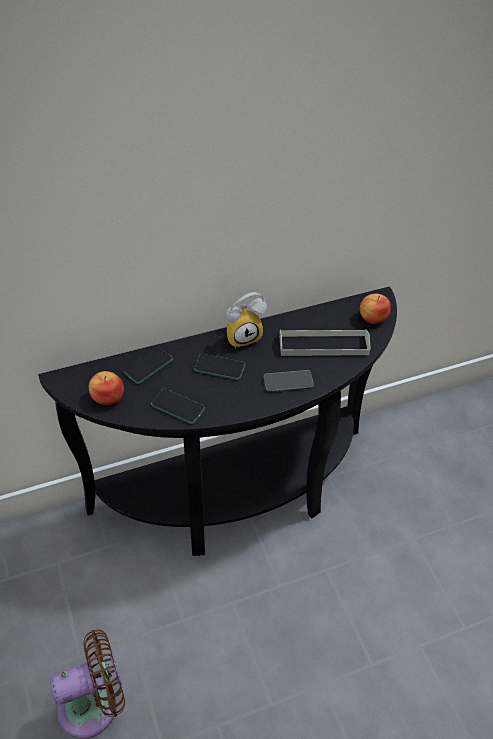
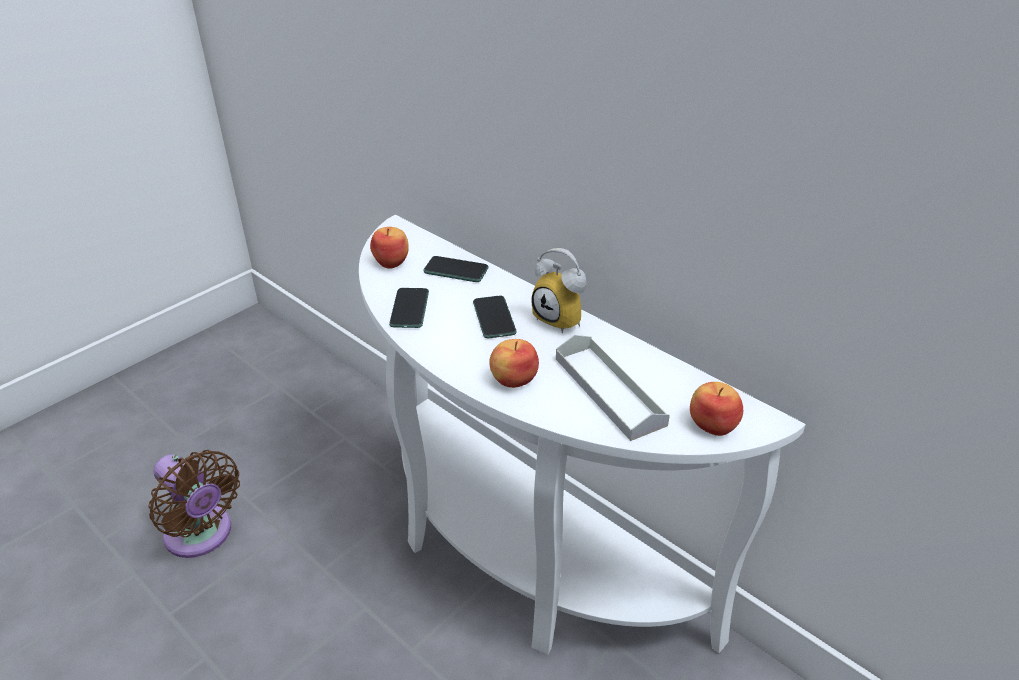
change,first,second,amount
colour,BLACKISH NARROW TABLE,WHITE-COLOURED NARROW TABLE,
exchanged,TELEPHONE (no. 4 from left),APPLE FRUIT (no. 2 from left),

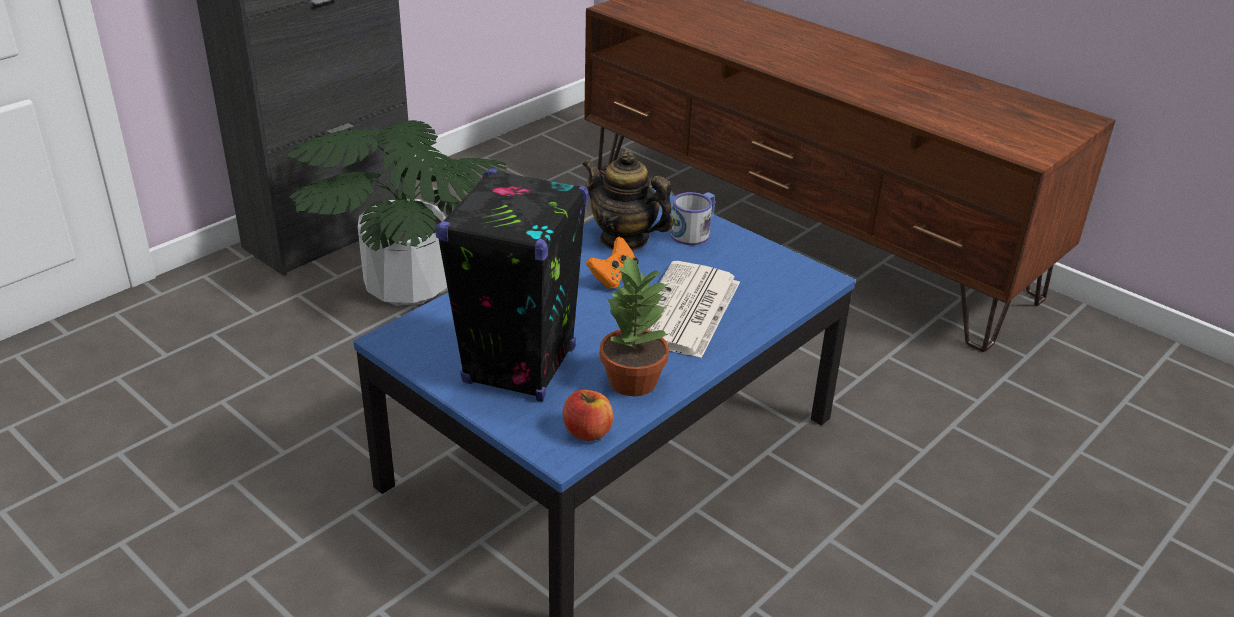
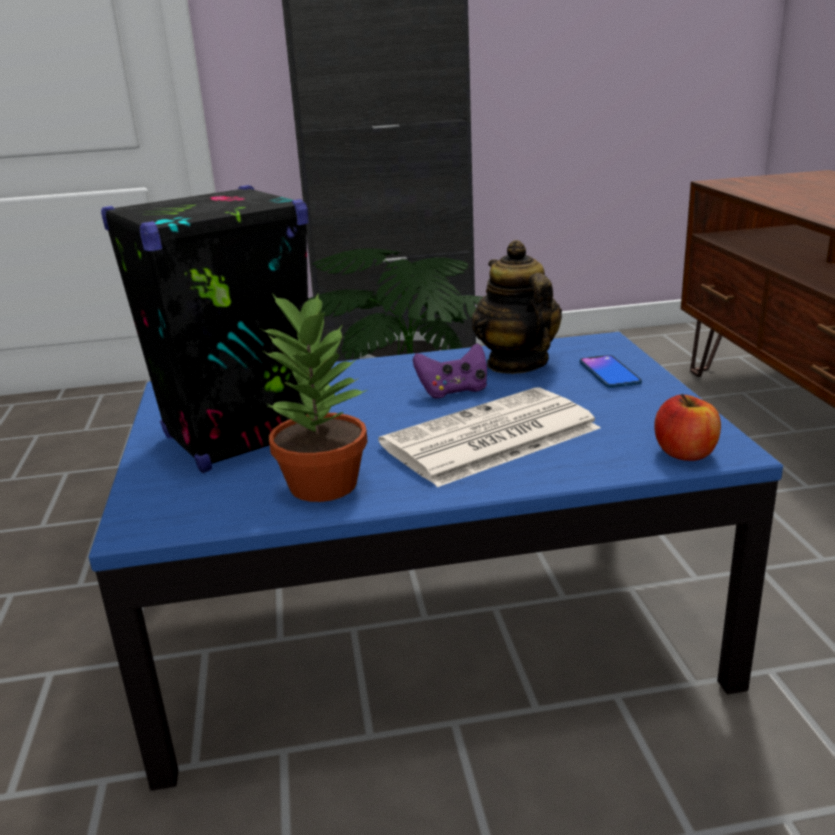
change,first,second,amount
relocated,APPLE FRUIT,,
colour,ORANGE GAME CONTROLLER,PURPLE-COLOURED GAME CONTROLLER,
exchanged,TEA MUG,TELEPHONE,

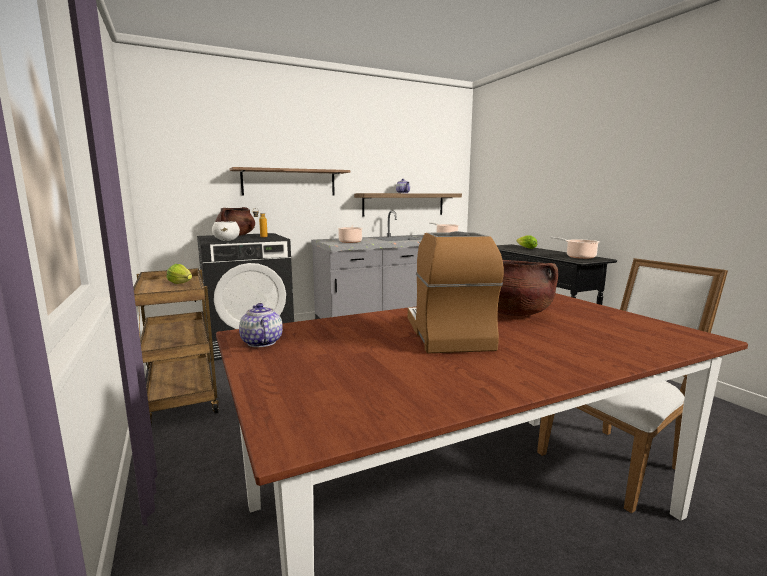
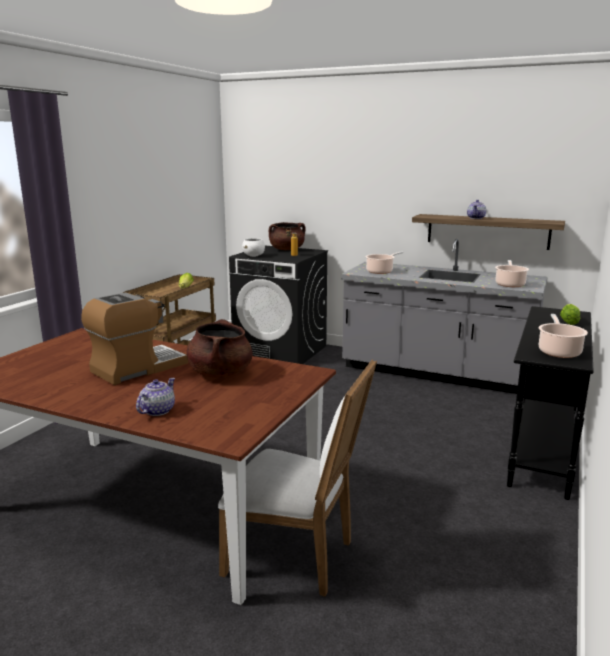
change,first,second,amount
missing,WALL SHELF (no. 1 from left),,
relocated,TEA POT (no. 1 from left),,

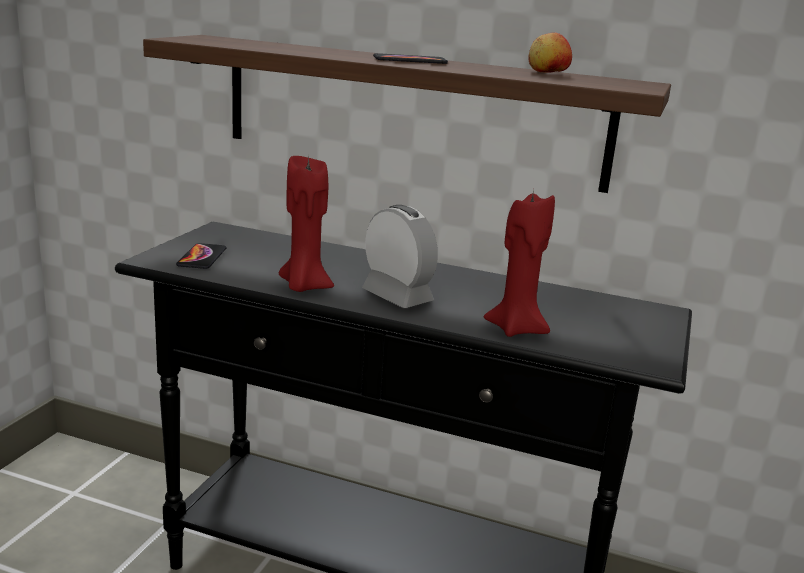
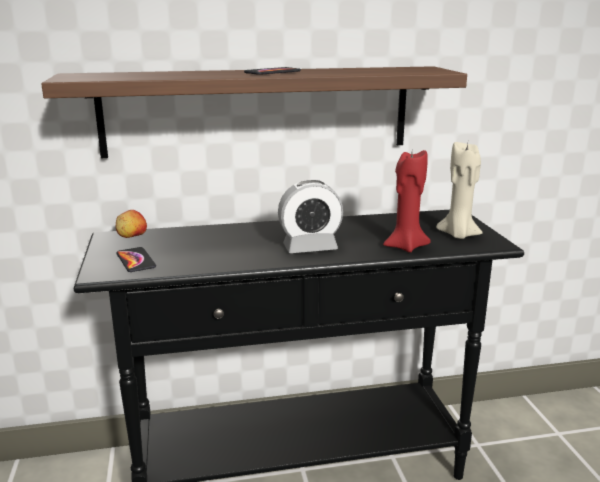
change,first,second,amount
missing,RED CANDLE (no. 1 from left),,
spun,TABLE CLOCK,,150 degrees clockwise
relocated,APPLE FRUIT,,
appeared,,SAND-COLOURED CANDLE,

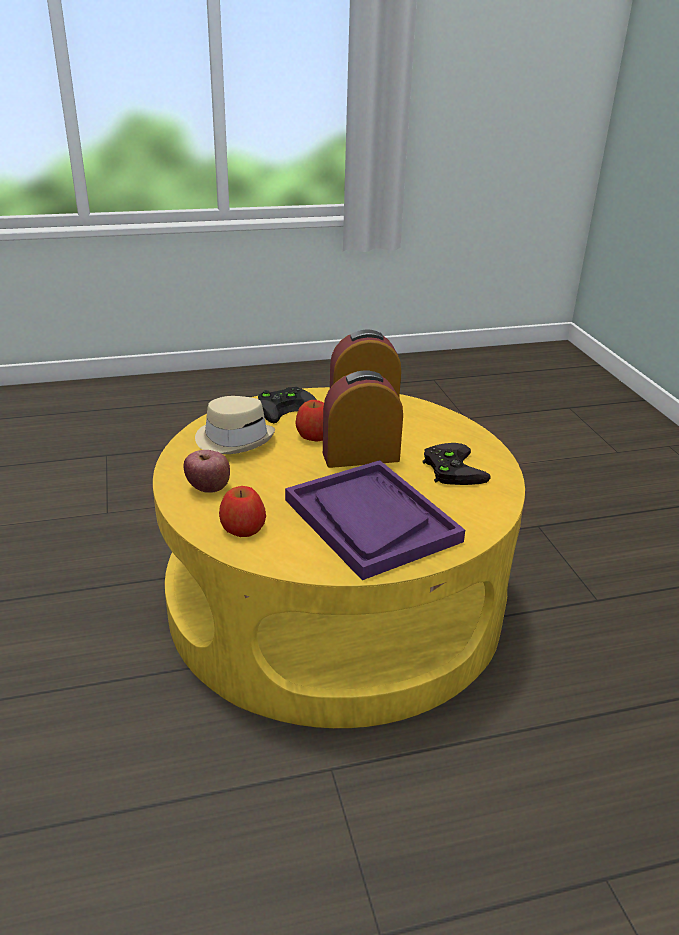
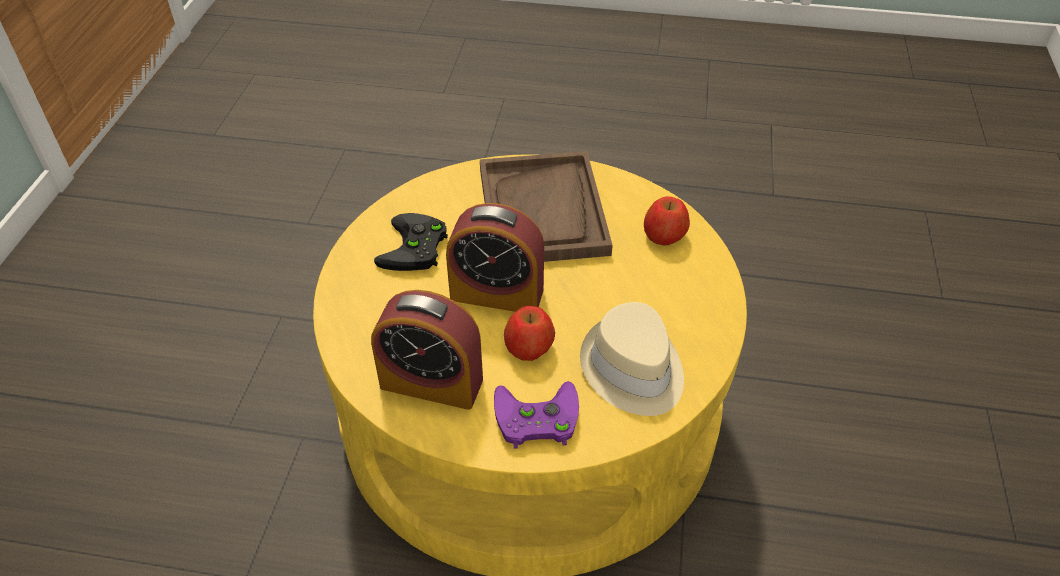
change,first,second,amount
missing,APPLE FRUIT (no. 1 from left),,
colour,BLACKISH GAME CONTROLLER (no. 1 from left),PURPLE-COLOURED GAME CONTROLLER,
colour,PURPLE-COLOURED SERVING TRAY,BROWNISH SERVING TRAY,

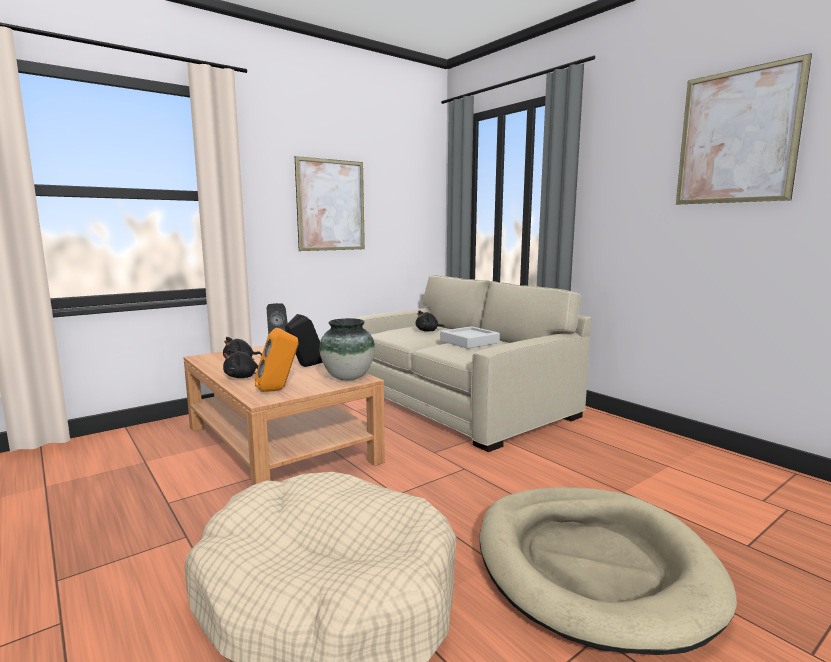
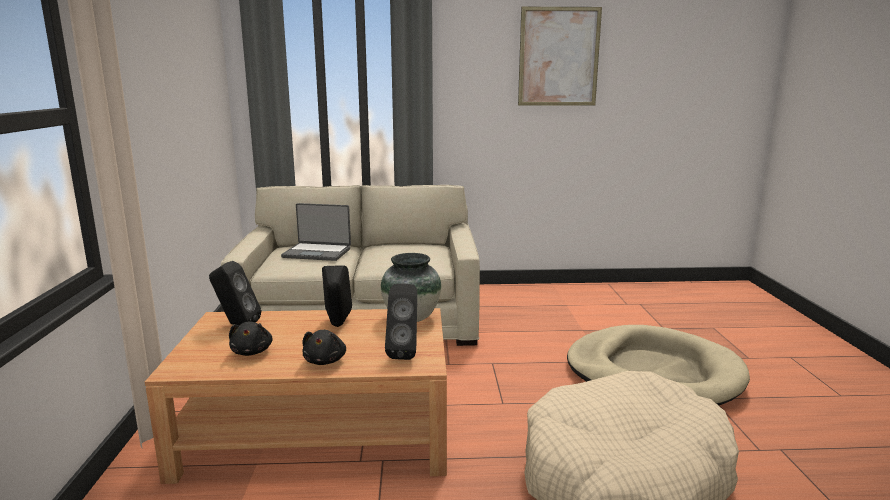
change,first,second,amount
colour,ORANGE SPEAKER,BLACKISH SPEAKER (no. 3 from left),
missing,WALL PICTURE (no. 1 from left),,
exchanged,BLACKISH CUDDLY TOY (no. 3 from left),LAPTOP,
missing,GREYISH SERVING TRAY,,

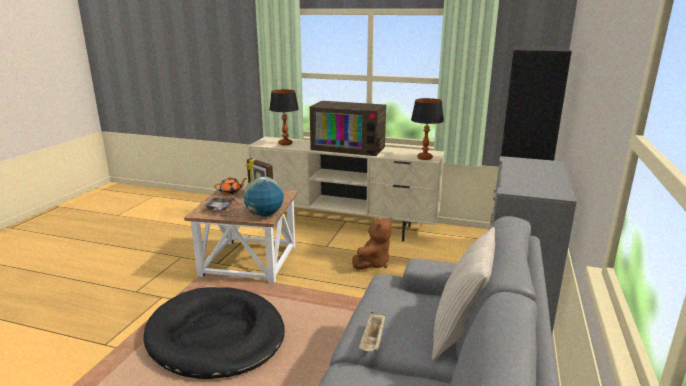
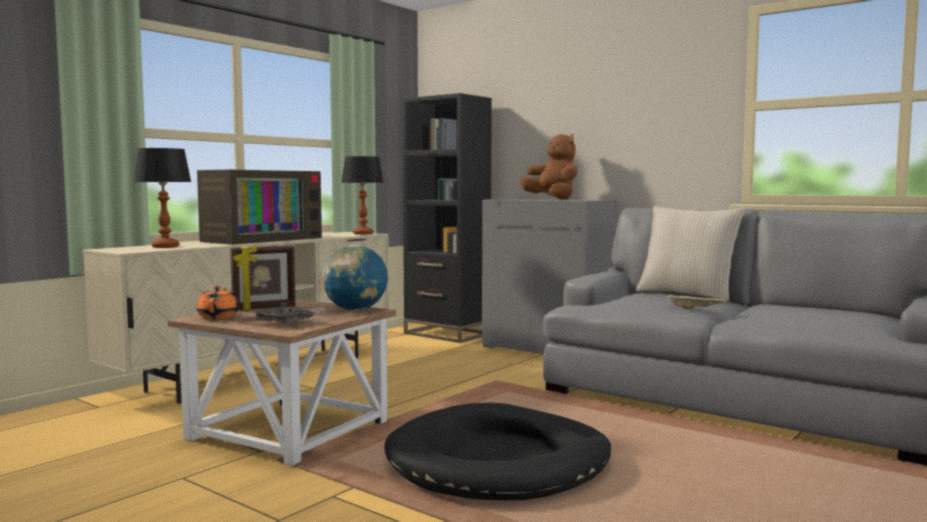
change,first,second,amount
relocated,BROWNISH CUDDLY TOY,,

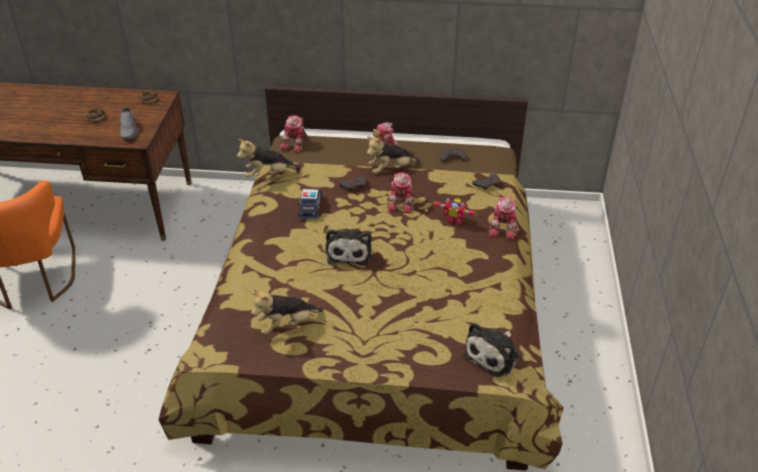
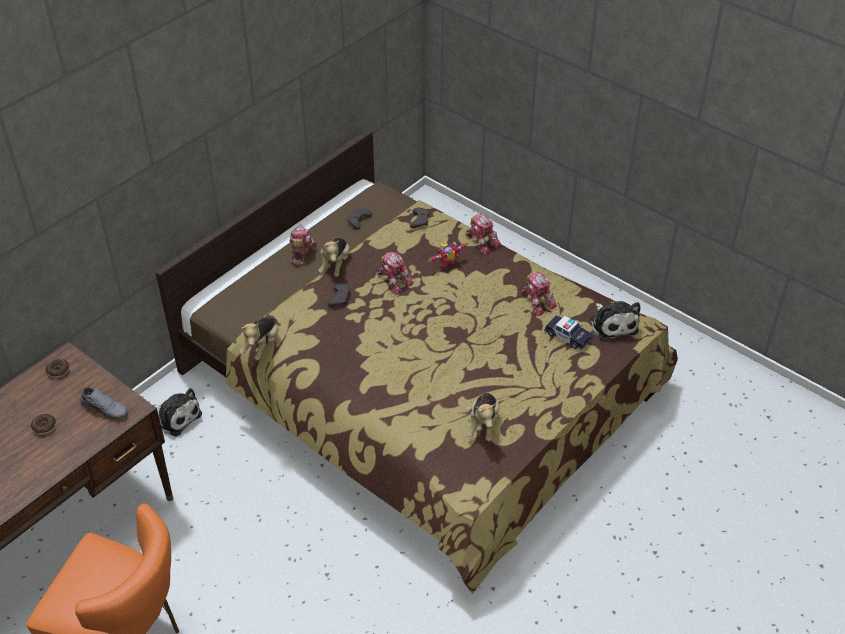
change,first,second,amount
relocated,ROBOT FIGURE (no. 1 from left in the first image),ROBOT FIGURE (no. 5 from left),
relocated,TOY CAR,,
relocated,CUDDLY TOY (no. 3 from left in the first image),CUDDLY TOY (no. 1 from left),

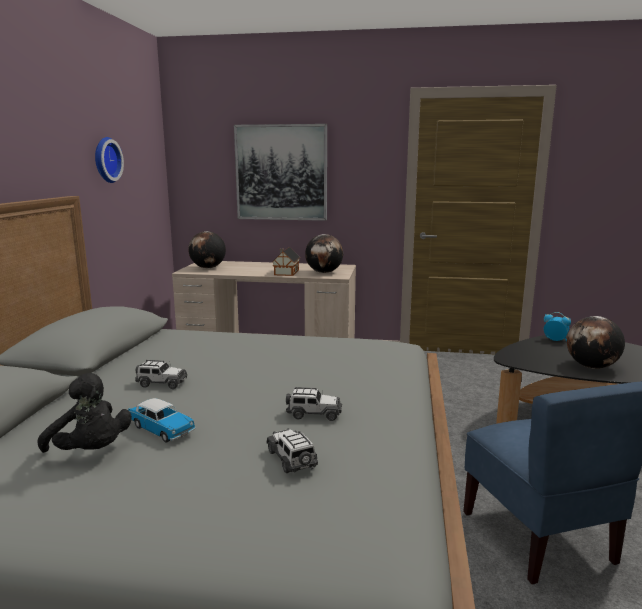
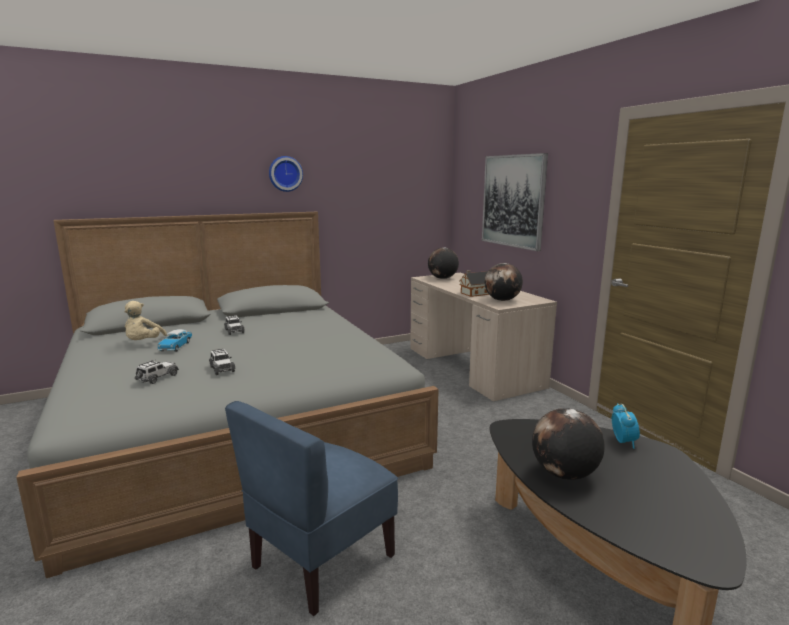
change,first,second,amount
colour,BLACKISH CUDDLY TOY,SAND-COLOURED CUDDLY TOY,
relocated,CLOCK ON THE WALL,,

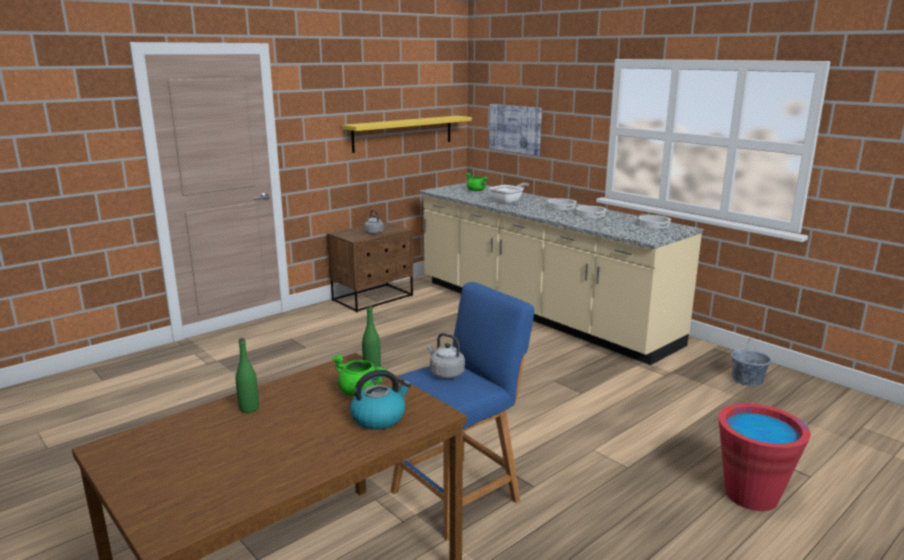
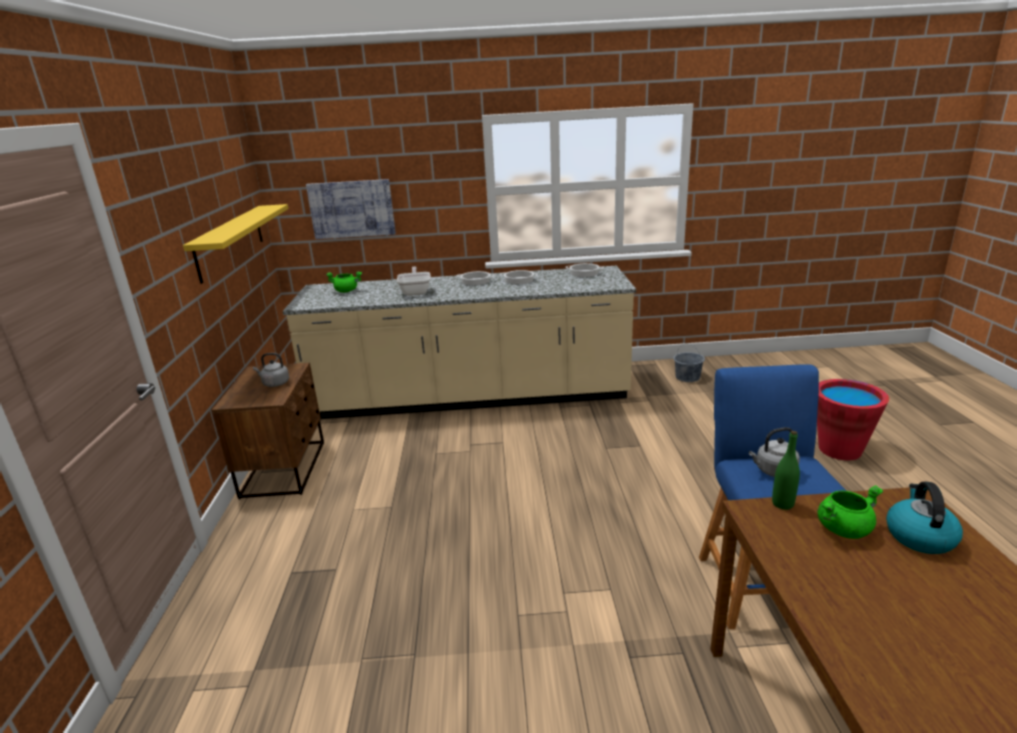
change,first,second,amount
missing,GREENISH BEVERAGE BOTTLE (no. 1 from left),,

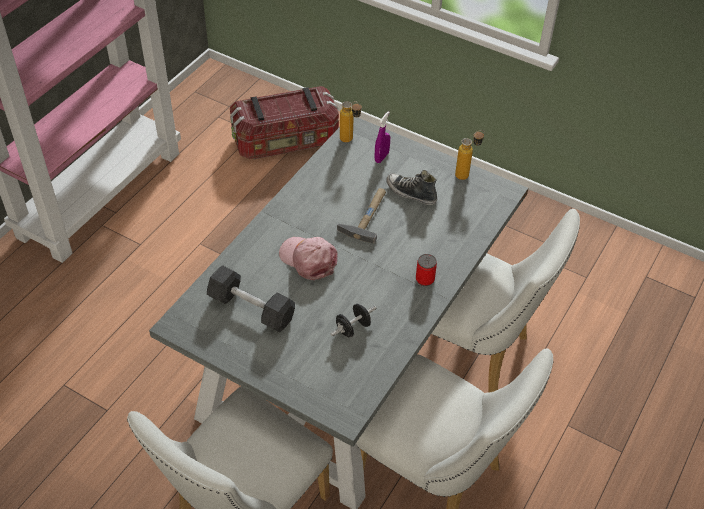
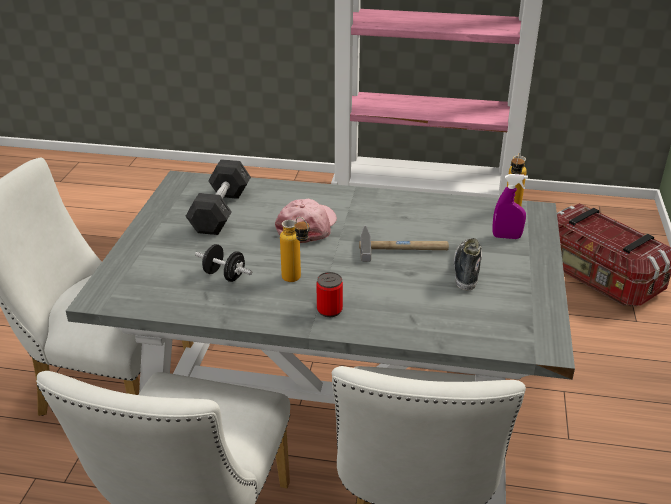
change,first,second,amount
relocated,BEVERAGE BOTTLE (no. 2 from left in the first image),BEVERAGE BOTTLE (no. 1 from left),

